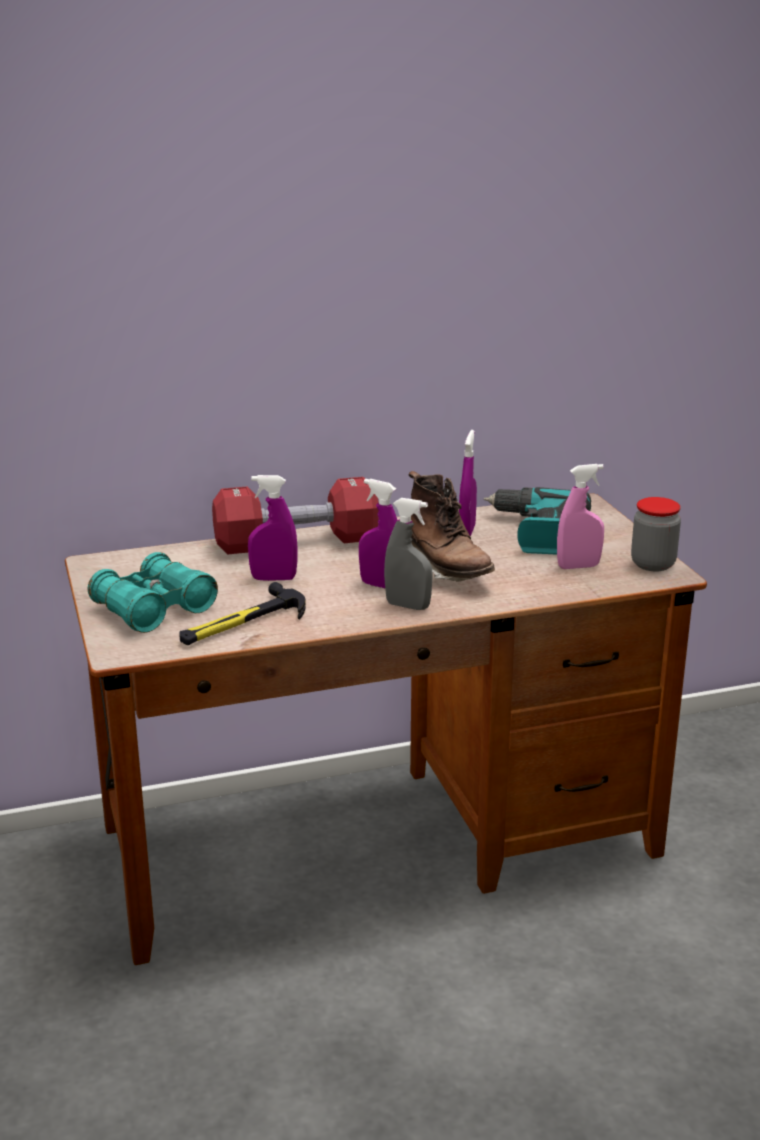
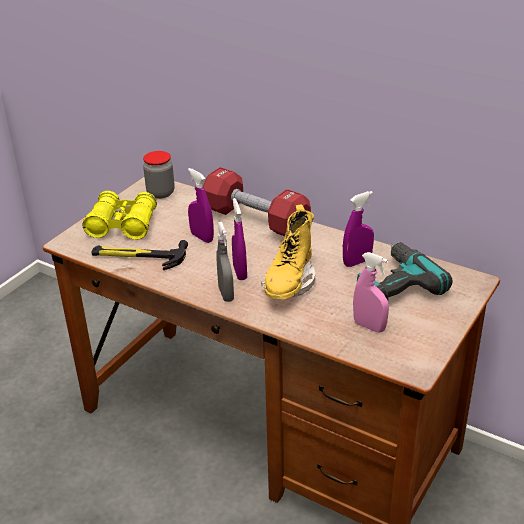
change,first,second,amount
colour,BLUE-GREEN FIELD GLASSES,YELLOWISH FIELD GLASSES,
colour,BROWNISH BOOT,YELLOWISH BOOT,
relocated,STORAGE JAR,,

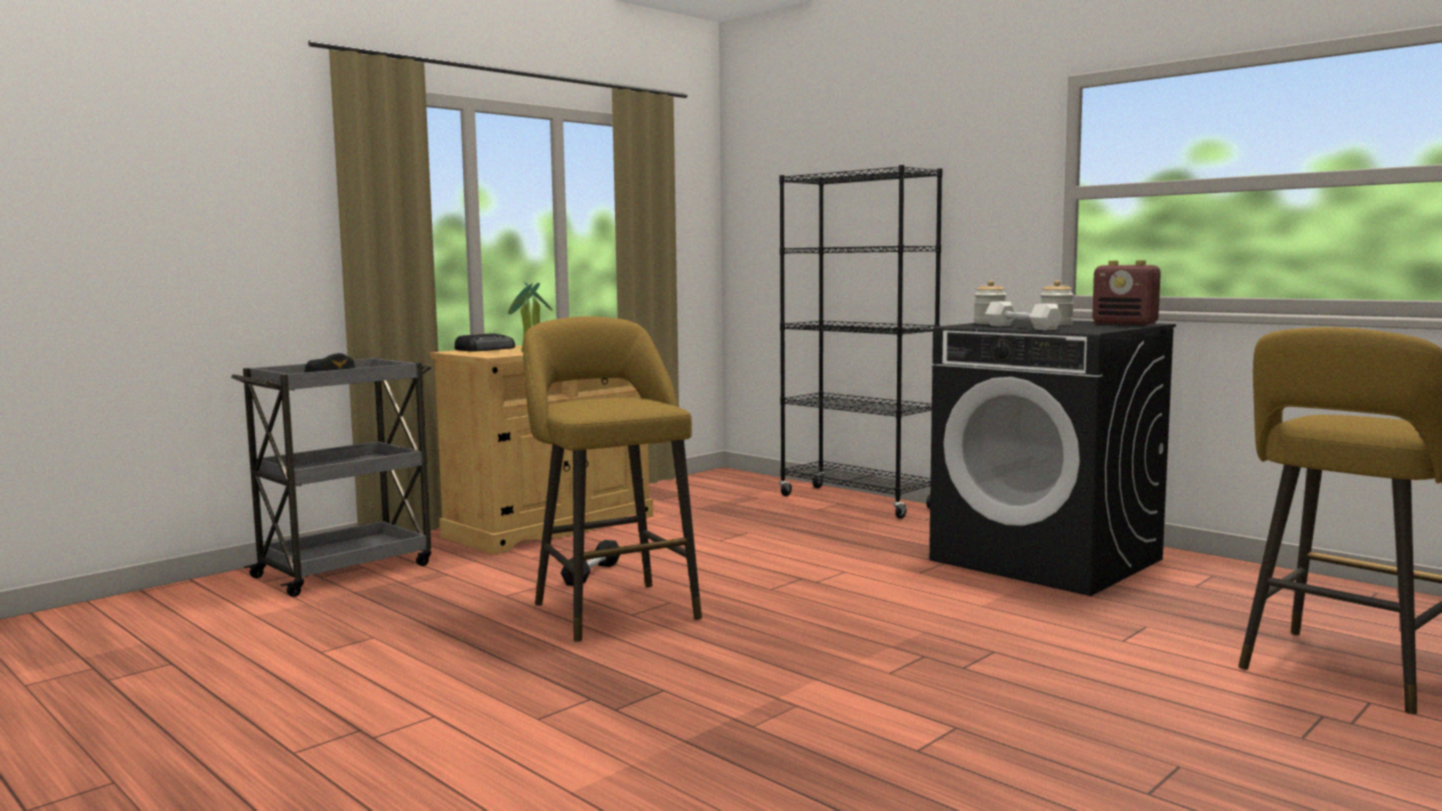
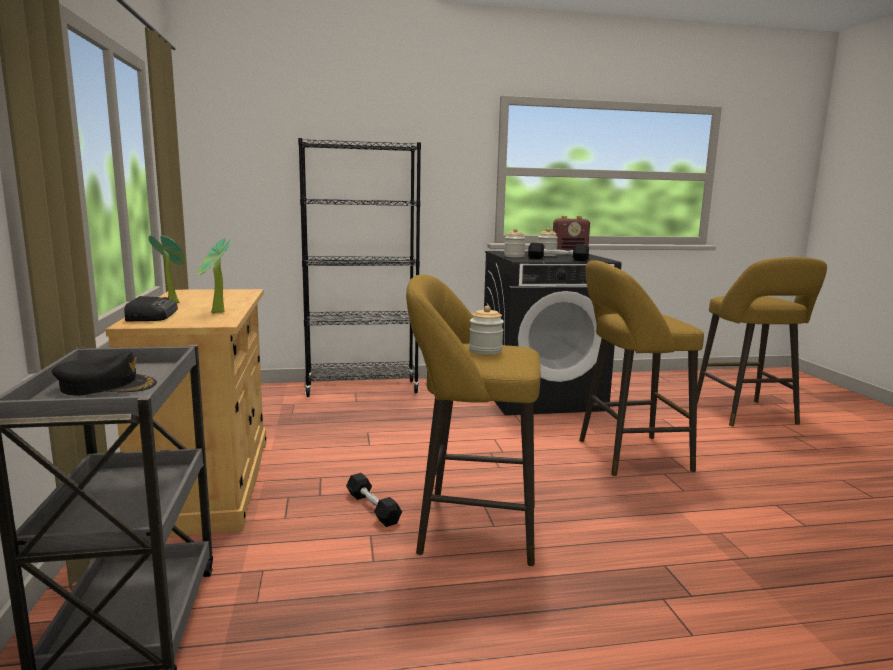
change,first,second,amount
colour,WHITE-COLOURED DUMBBELL,BLACKISH DUMBBELL (no. 2 from left),
appeared,,STORAGE JAR (no. 1 from left),
appeared,,YELLOWISH STOOL (no. 2 from left),

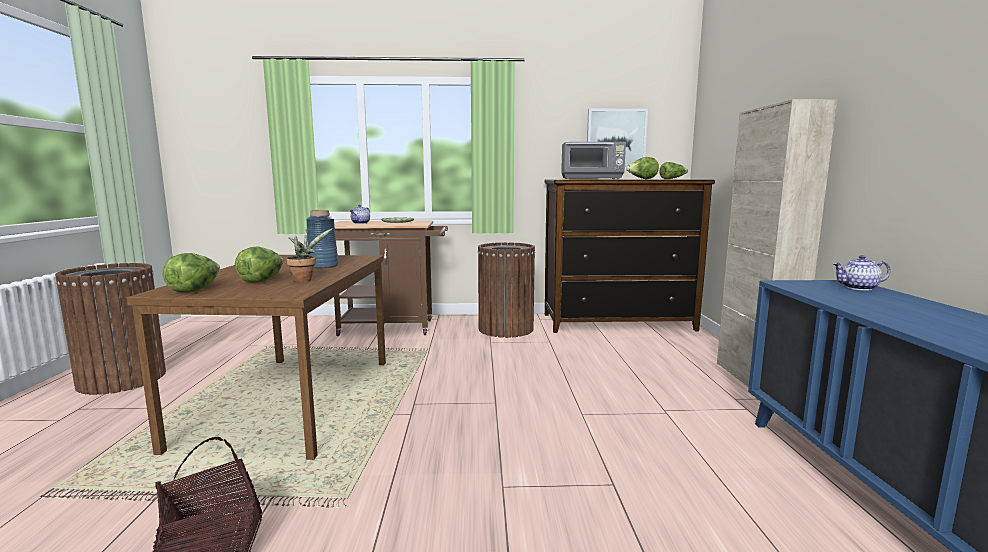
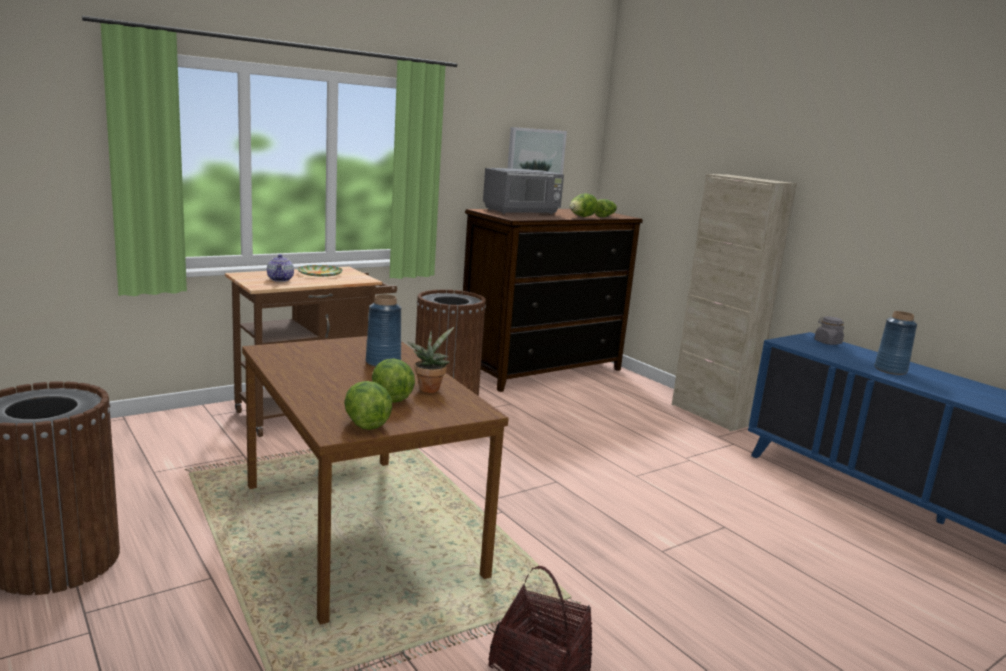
change,first,second,amount
exchanged,TEA POT (no. 2 from left),GREYISH STORAGE JAR,
appeared,,BLUE-COLOURED FLOWER VASE (no. 2 from left),

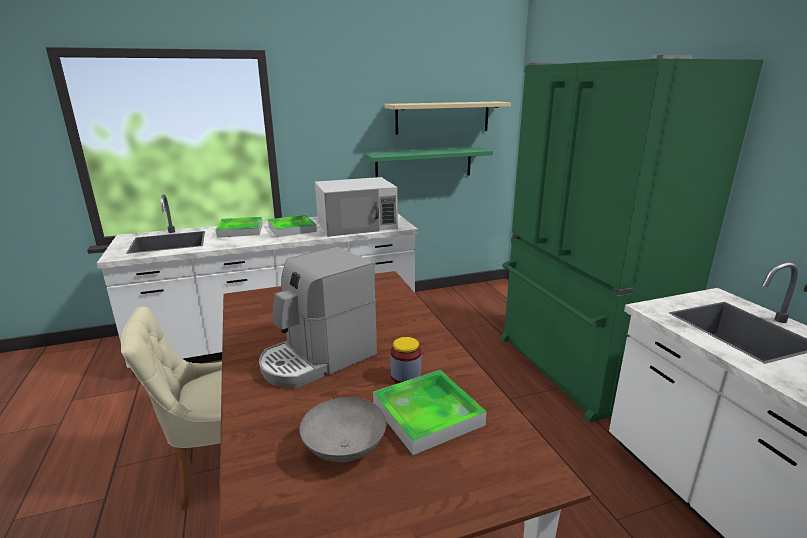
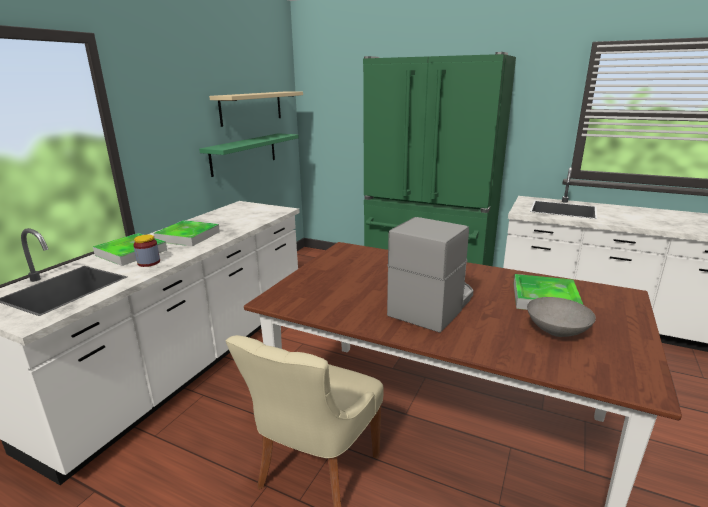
change,first,second,amount
spun,COFFEE MACHINE,,150 degrees counterclockwise
missing,WHITE-COLOURED KITCHEN MICROWAVE,,
relocated,STORAGE JAR,,

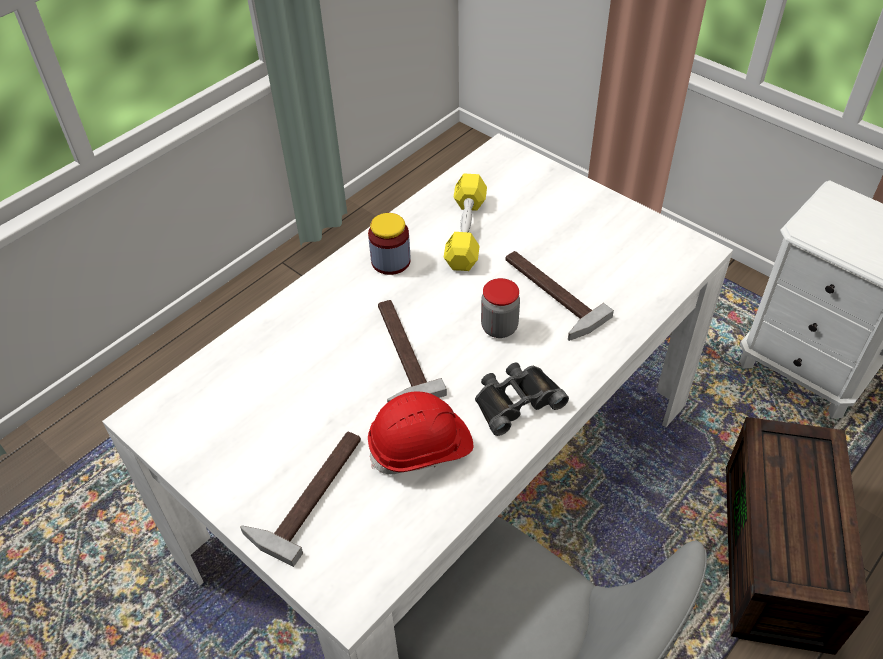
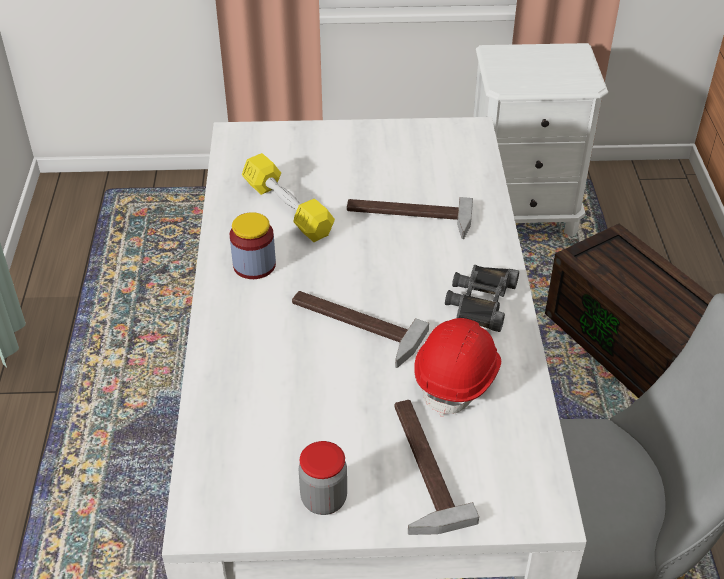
change,first,second,amount
relocated,STORAGE JAR (no. 2 from left),,

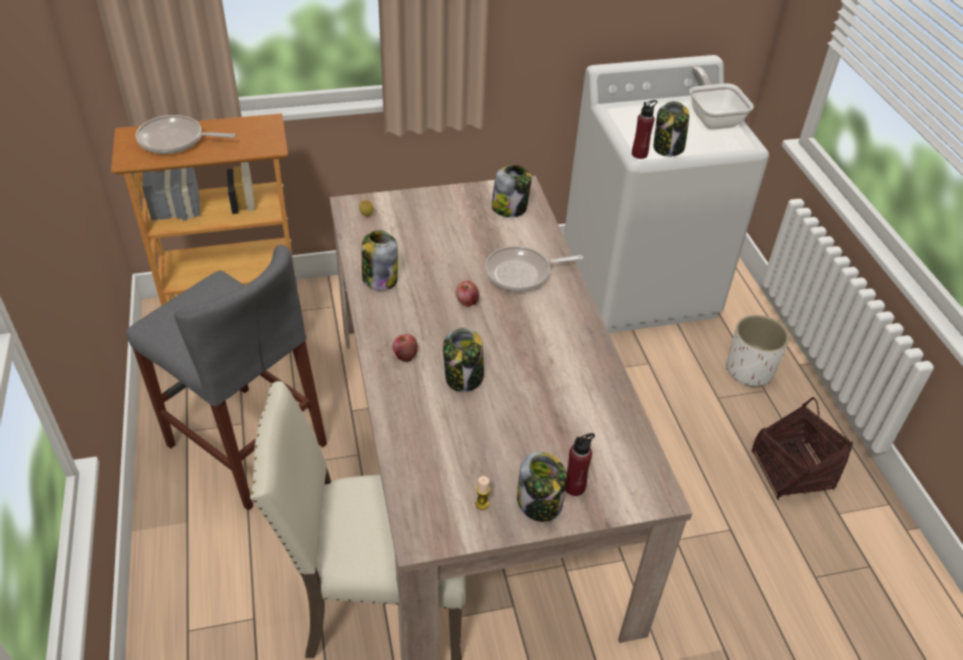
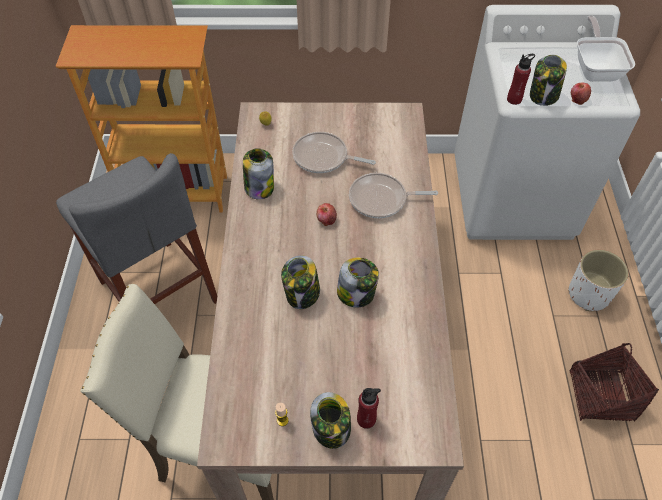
change,first,second,amount
relocated,SKILLET (no. 1 from left),,
relocated,APPLE FRUIT (no. 1 from left in the first image),APPLE FRUIT (no. 2 from left),
relocated,STORAGE JAR (no. 3 from left in the first image),STORAGE JAR (no. 4 from left),

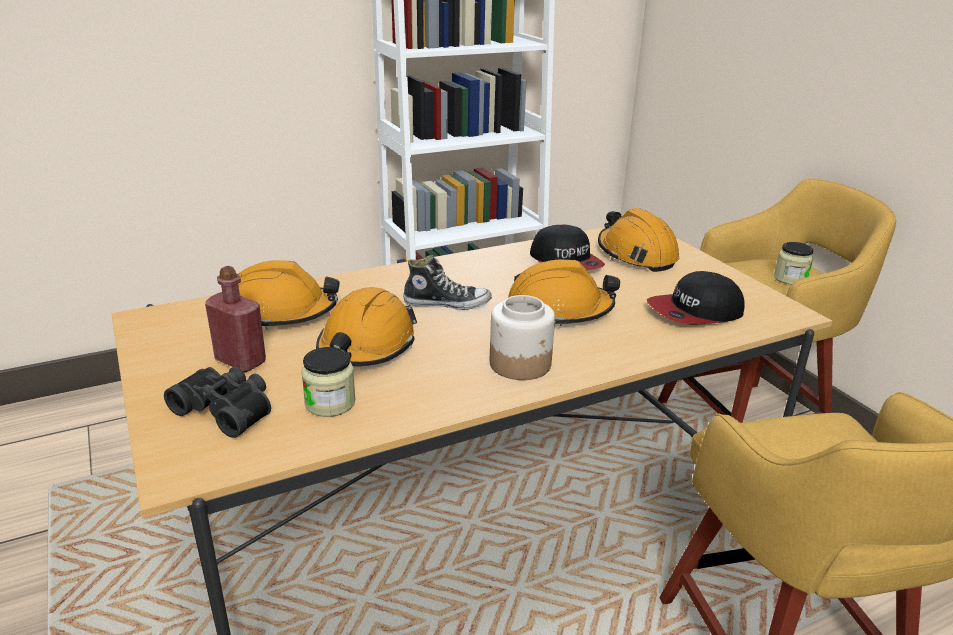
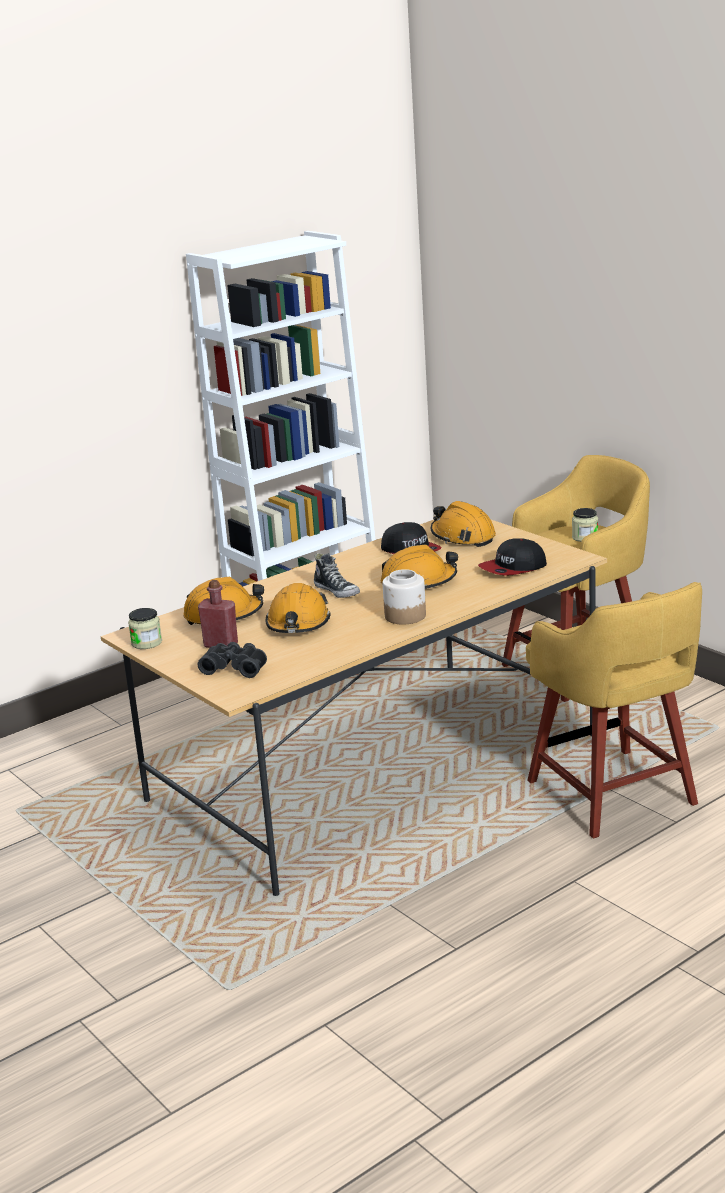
change,first,second,amount
relocated,STORAGE JAR (no. 1 from left),,
spun,LOW SHOE,,60 degrees clockwise

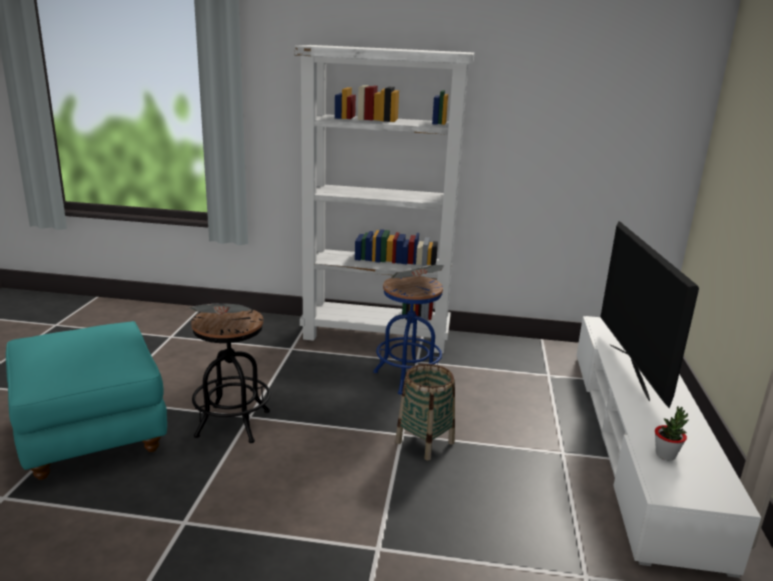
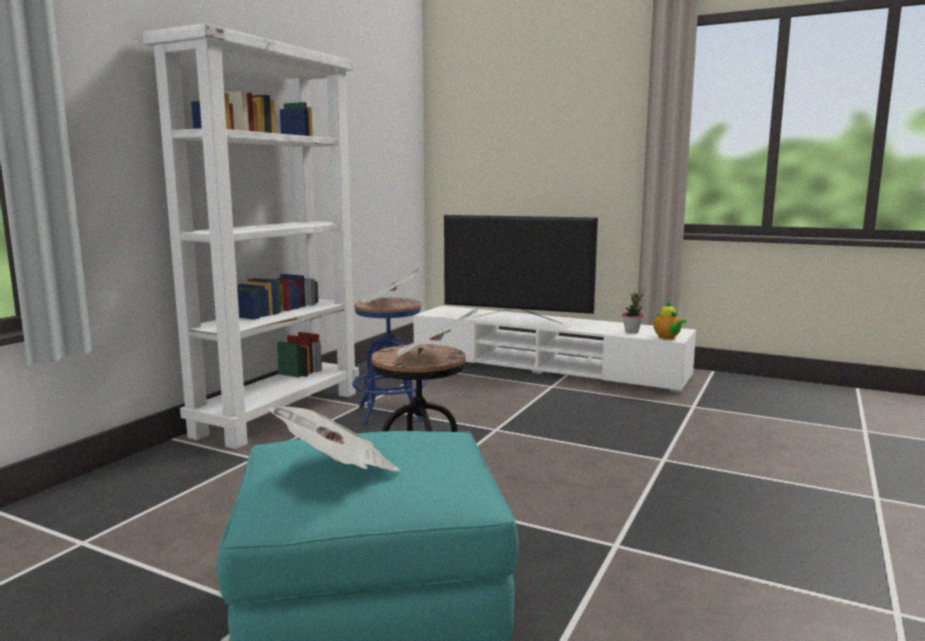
change,first,second,amount
missing,STORAGE BASKET,,
appeared,,PRINTED PAPER (no. 1 from left),
appeared,,TEA POT,

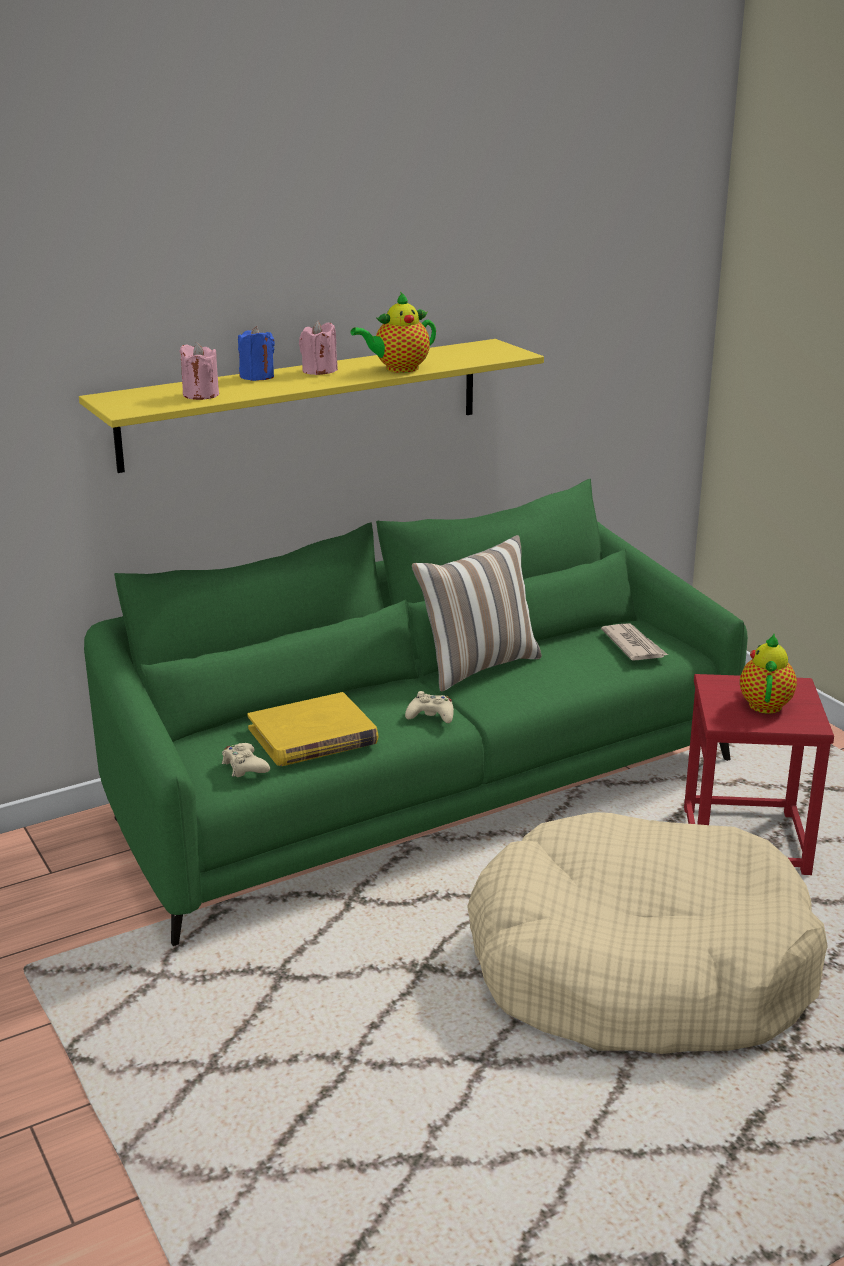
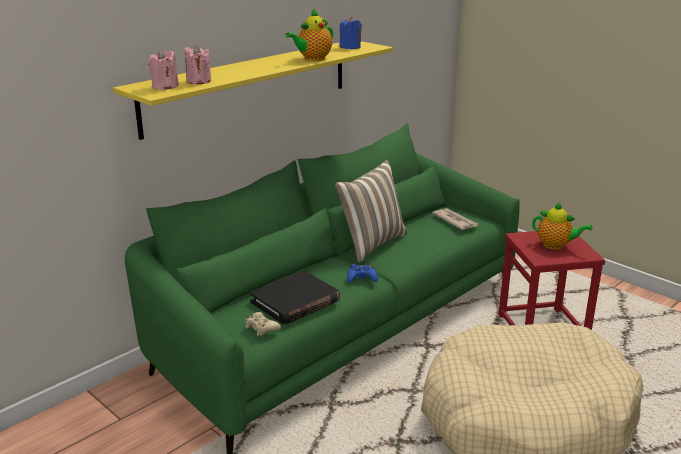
change,first,second,amount
relocated,BLUE-COLOURED CANDLE,,
colour,YELLOWISH BOOK,BLACKISH BOOK,
relocated,PINK-COLOURED CANDLE (no. 2 from left in the first image),PINK-COLOURED CANDLE (no. 1 from left),
colour,SAND-COLOURED GAME CONTROLLER (no. 2 from left),BLUE-COLOURED GAME CONTROLLER,
spun,TEA POT (no. 2 from left),,120 degrees clockwise

